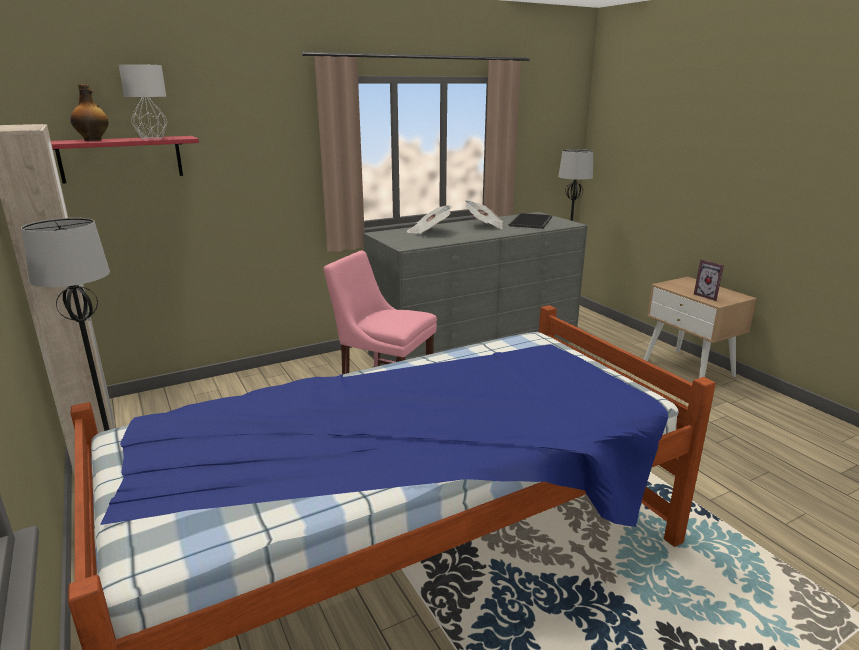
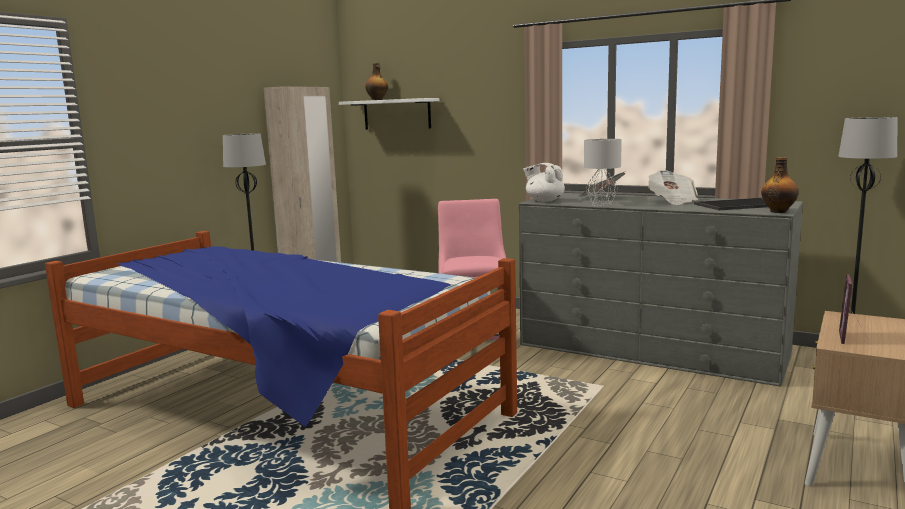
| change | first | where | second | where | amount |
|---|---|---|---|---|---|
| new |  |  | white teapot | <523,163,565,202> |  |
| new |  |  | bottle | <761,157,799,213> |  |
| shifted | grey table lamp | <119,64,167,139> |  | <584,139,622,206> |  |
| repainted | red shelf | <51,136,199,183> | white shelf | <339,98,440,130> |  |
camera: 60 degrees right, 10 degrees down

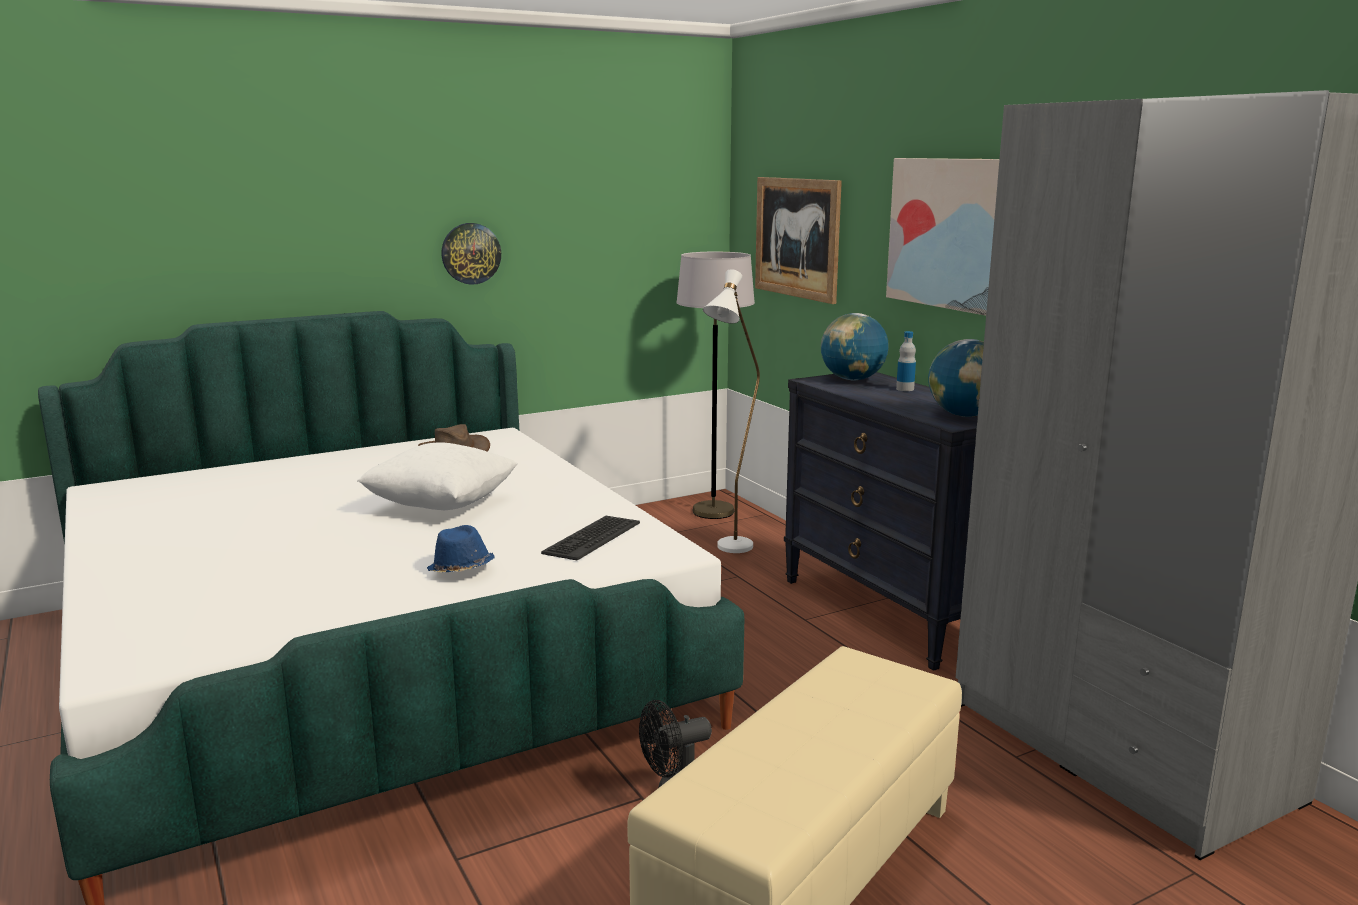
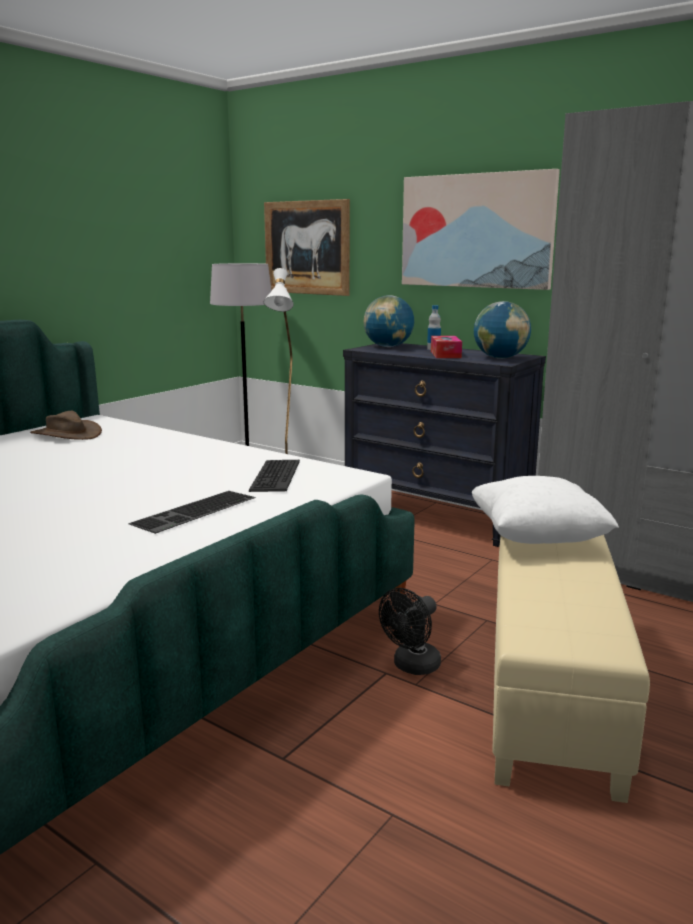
| change | first | where | second | where | amount |
|---|---|---|---|---|---|
| gone | wall clock | <441,223,501,285> |  |  |  |
| new |  |  | tissue box | <431,336,462,358> |  |
| shifted | white pillow | <357,443,517,510> |  | <472,476,619,544> |  |
| swapped | blue hat | <427,525,495,573> | keyboard | <128,491,256,534> |  |
camera: 25 degrees left, 0 degrees up

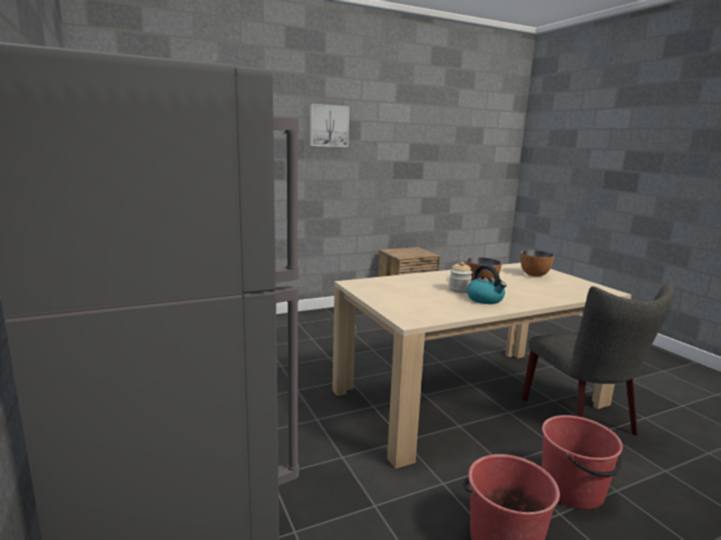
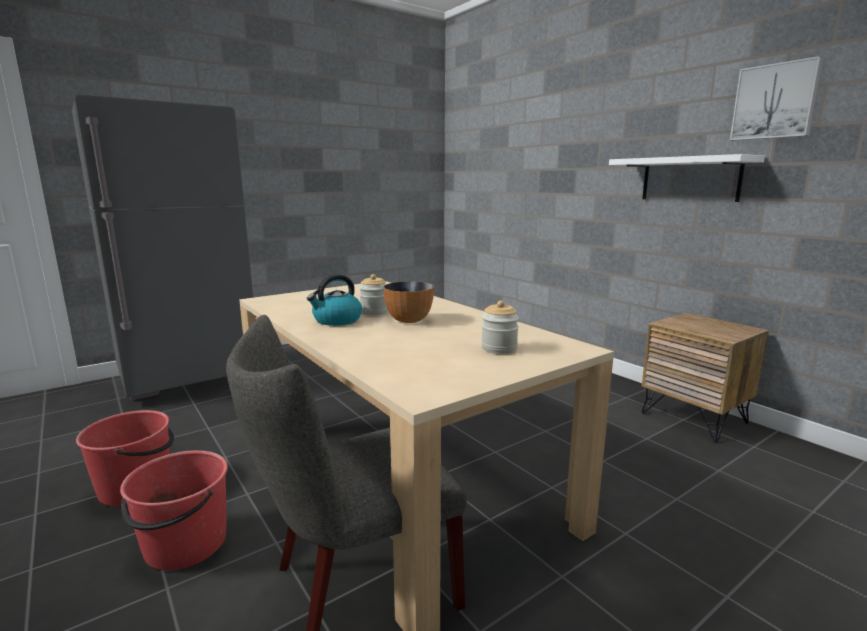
| change | first | where | second | where | amount |
|---|---|---|---|---|---|
| new |  |  | white shelf | <609,154,765,202> |  |
| shifted | picture | <310,104,349,147> |  | <730,56,824,141> |  |
| swapped | bowl | <521,250,554,277> | jar | <481,300,519,354> |  |
camera: 80 degrees right, 0 degrees up

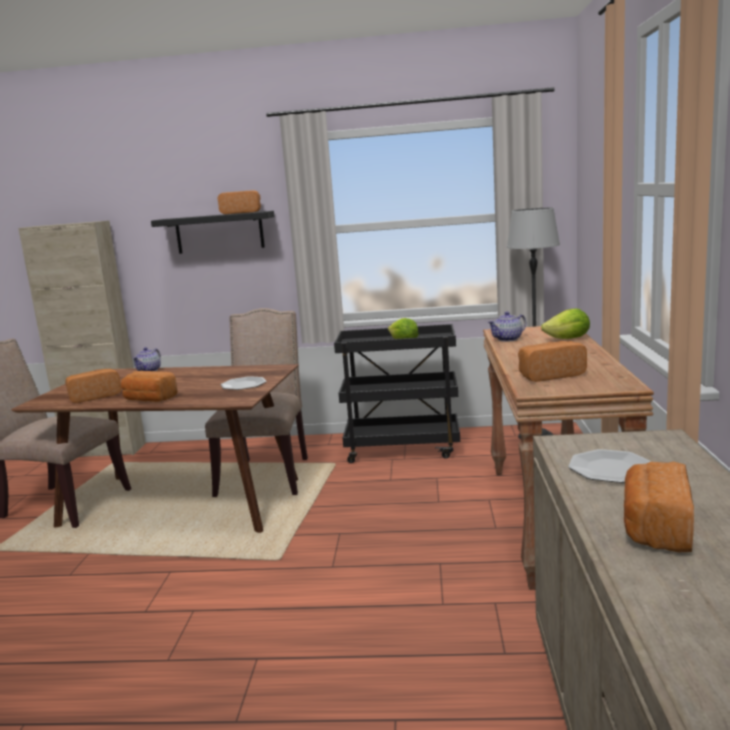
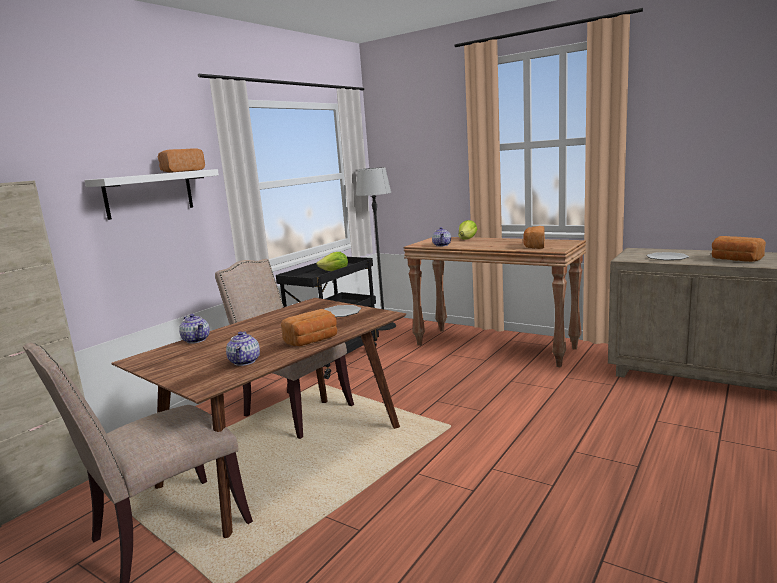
| change | first | where | second | where | amount |
|---|---|---|---|---|---|
| swapped | bread | <65,369,121,403> | teapot | <226,331,260,366> |  |
| repainted | black shelf | <151,211,274,254> | white shelf | <84,169,219,220> |  |
camera: 60 degrees left, 0 degrees up

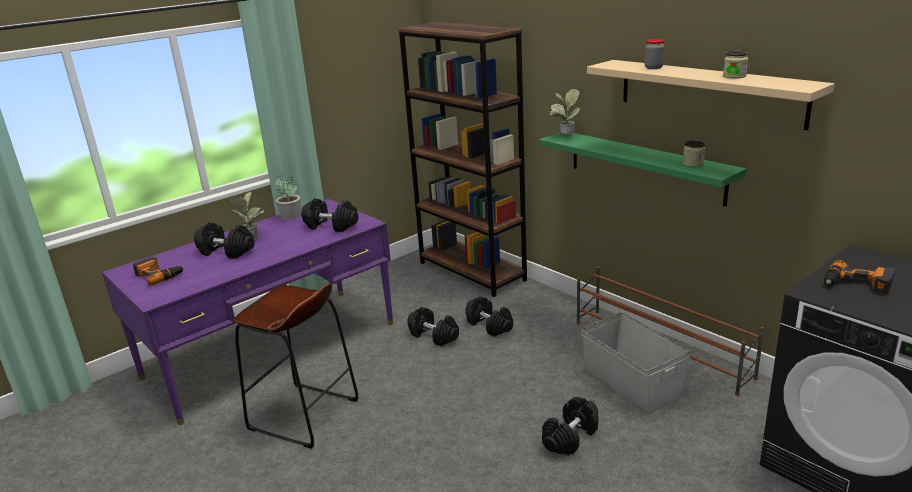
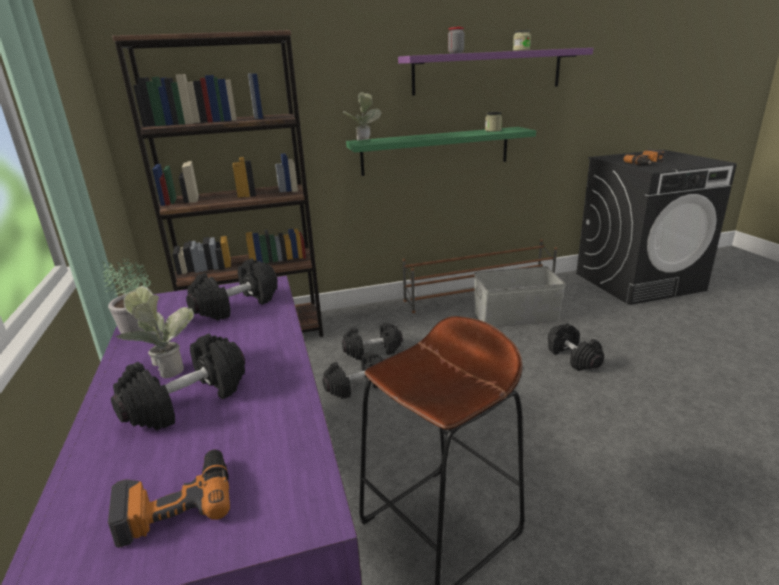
| change | first | where | second | where | amount |
|---|---|---|---|---|---|
| repainted | beige shelf | <587,60,835,130> | purple shelf | <398,48,593,96> |  |
camera: 65 degrees left, 0 degrees up

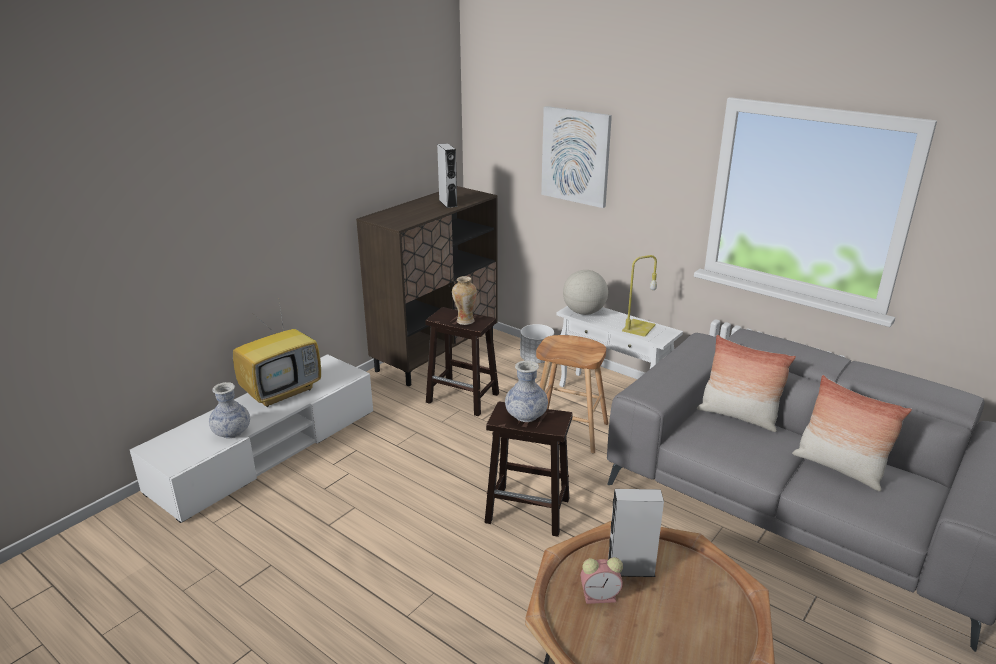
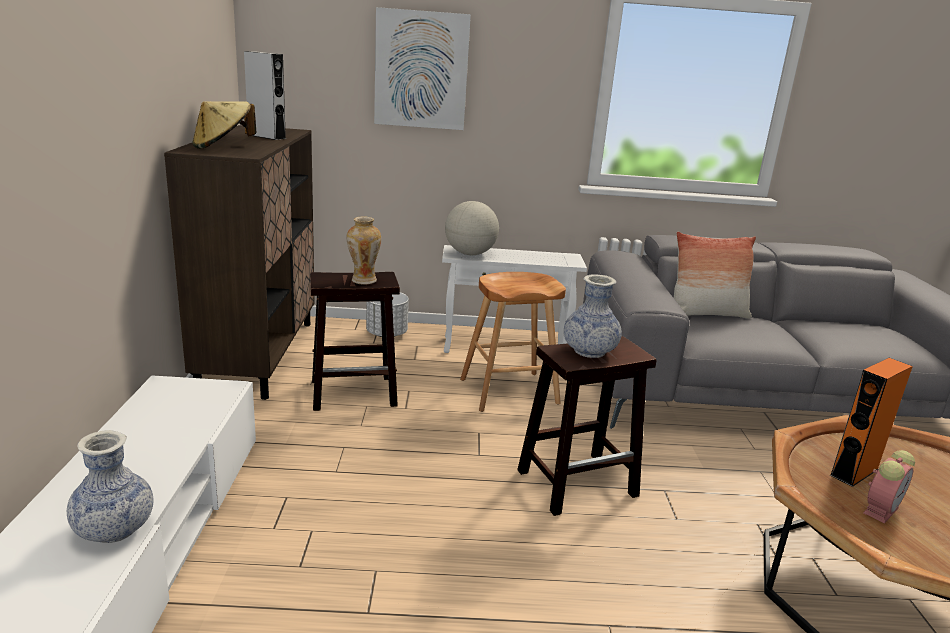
| change | first | where | second | where | amount |
|---|---|---|---|---|---|
| gone | television | <233,295,321,407> |  |  |  |
| gone | yellow table lamp | <622,255,657,337> |  |  |  |
| gone | pillow | <792,375,912,491> |  |  |  |
| new |  |  | beige hat | <192,101,256,149> |  |
| repainted | grey speaker | <608,489,664,577> | orange speaker | <830,358,913,487> |  |
camera: 40 degrees left, 5 degrees down

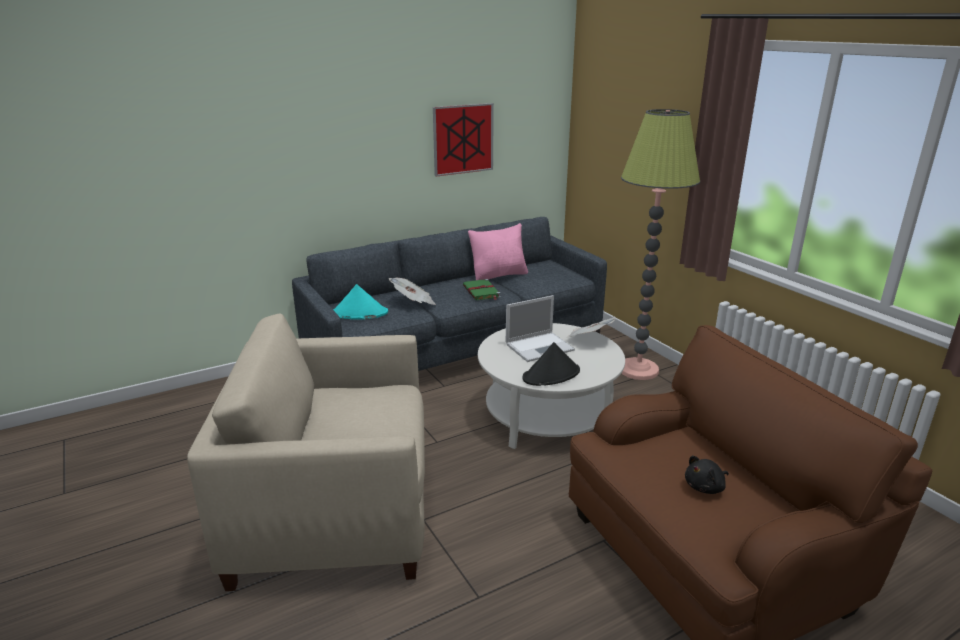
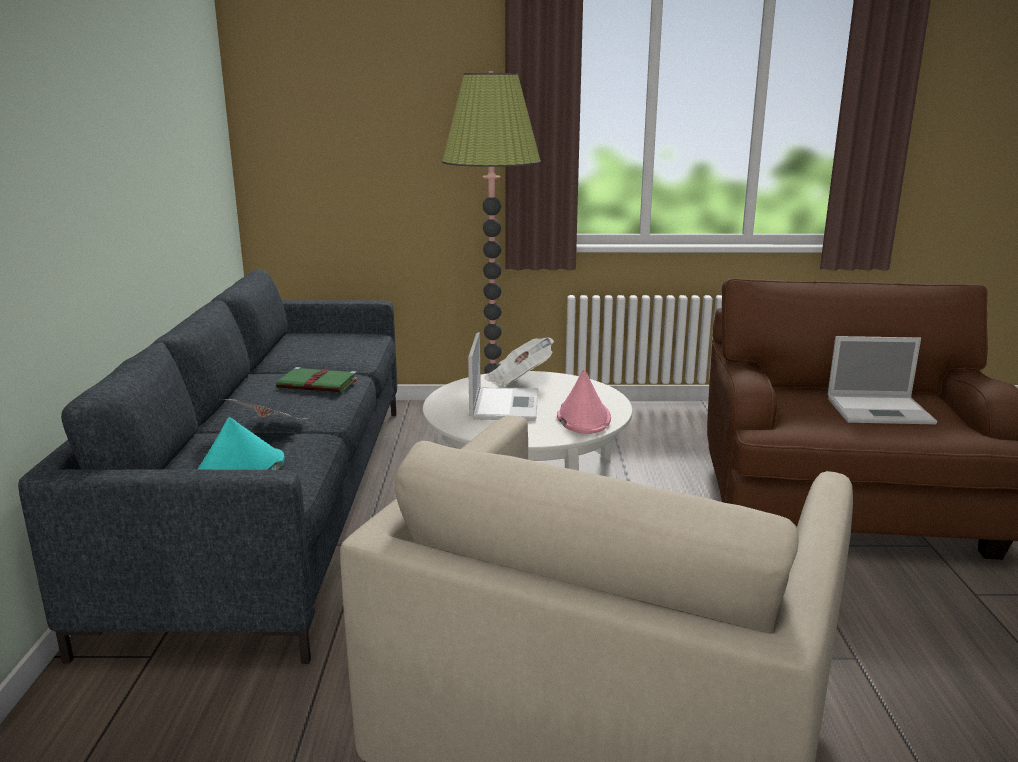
| change | first | where | second | where | amount |
|---|---|---|---|---|---|
| gone | picture | <433,103,494,177> |  |  |  |
| gone | pink pillow | <468,223,528,280> |  |  |  |
| swapped | black plush toy | <685,456,729,494> | laptop | <827,336,937,424> |  |
| repainted | black hat | <523,342,580,386> | pink hat | <557,369,611,434> |  |
camera: 60 degrees left, 5 degrees down

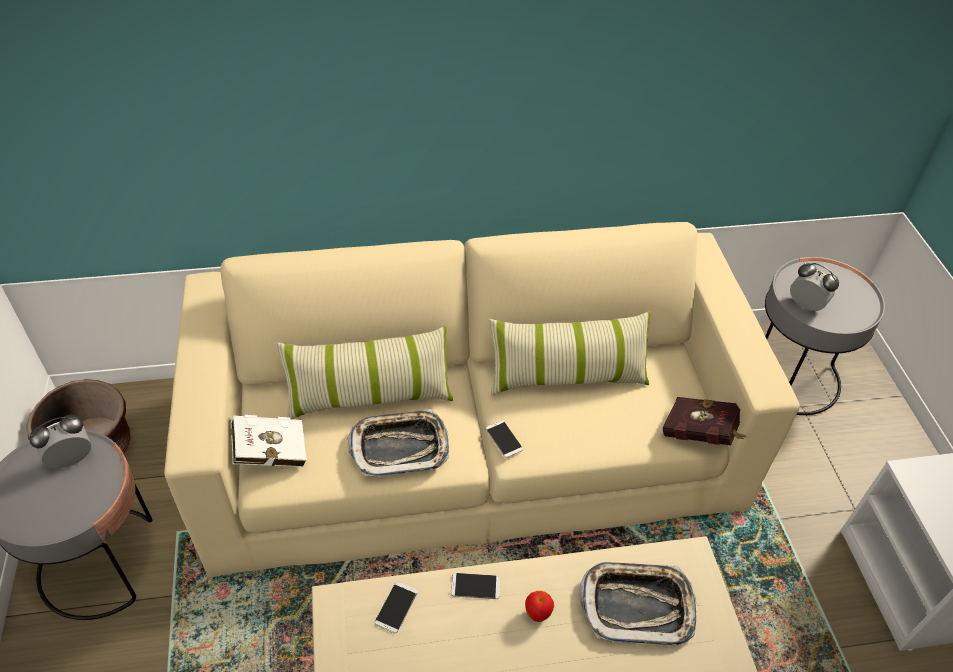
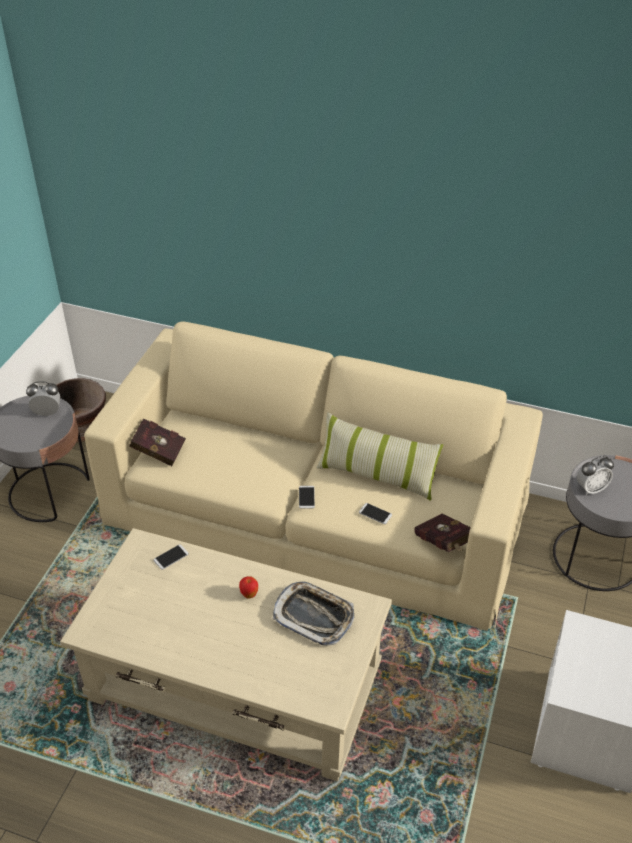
| change | first | where | second | where | amount |
|---|---|---|---|---|---|
| gone | pillow | <276,326,453,419> |  |  |  |
| gone | tray | <348,409,449,477> |  |  |  |
| shifted | phone | <451,573,500,599> |  | <359,503,392,524> |  |
| repainted | white book | <230,415,307,467> | red book | <129,418,186,466> |  |
| rotated | alarm clock | <790,263,839,311> |  | <577,456,614,495> | 90 degrees clockwise |
camera: 30 degrees right, 5 degrees down

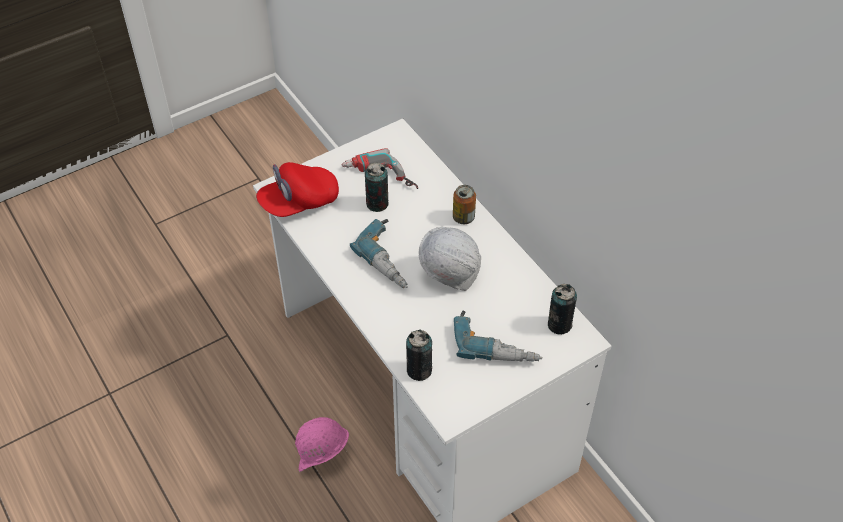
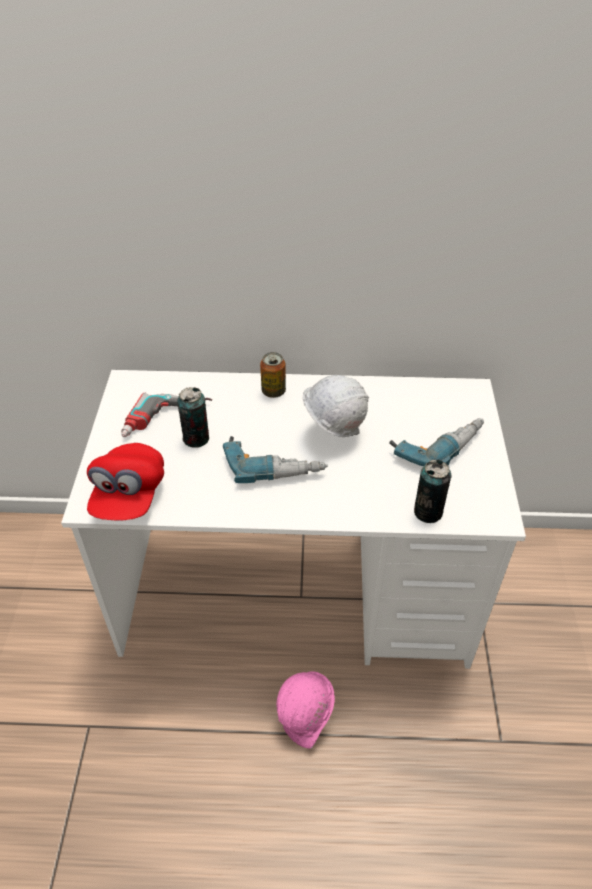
| change | first | where | second | where | amount |
|---|---|---|---|---|---|
| gone | can | <548,284,577,335> |  |  |  |
camera: 55 degrees left, 5 degrees down

